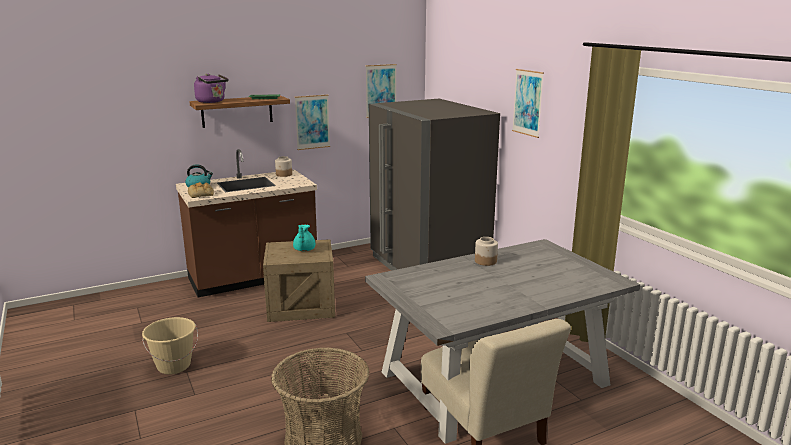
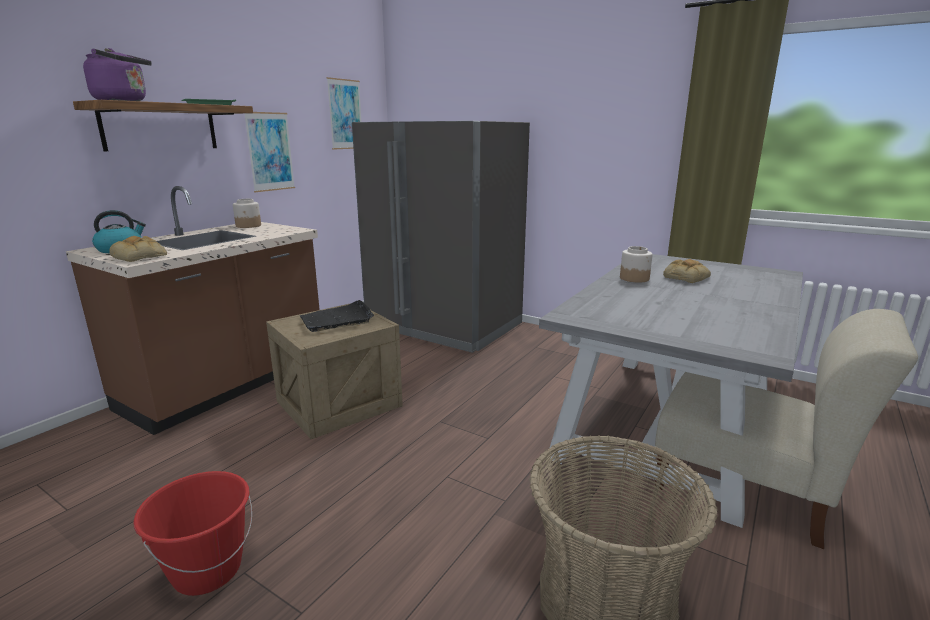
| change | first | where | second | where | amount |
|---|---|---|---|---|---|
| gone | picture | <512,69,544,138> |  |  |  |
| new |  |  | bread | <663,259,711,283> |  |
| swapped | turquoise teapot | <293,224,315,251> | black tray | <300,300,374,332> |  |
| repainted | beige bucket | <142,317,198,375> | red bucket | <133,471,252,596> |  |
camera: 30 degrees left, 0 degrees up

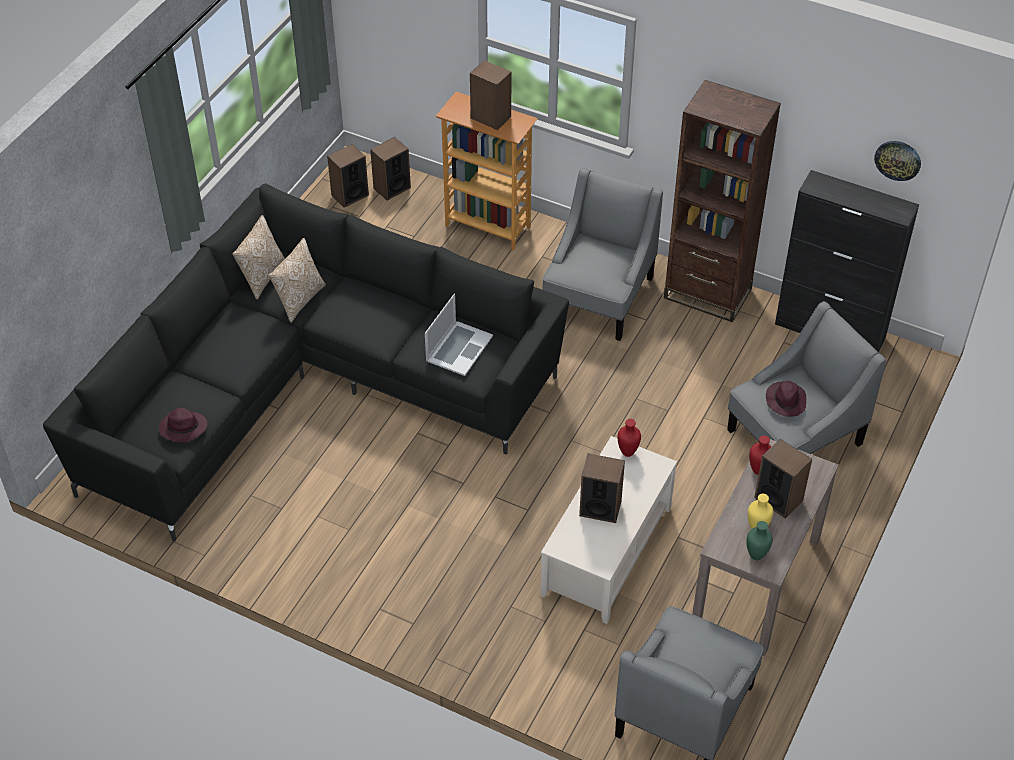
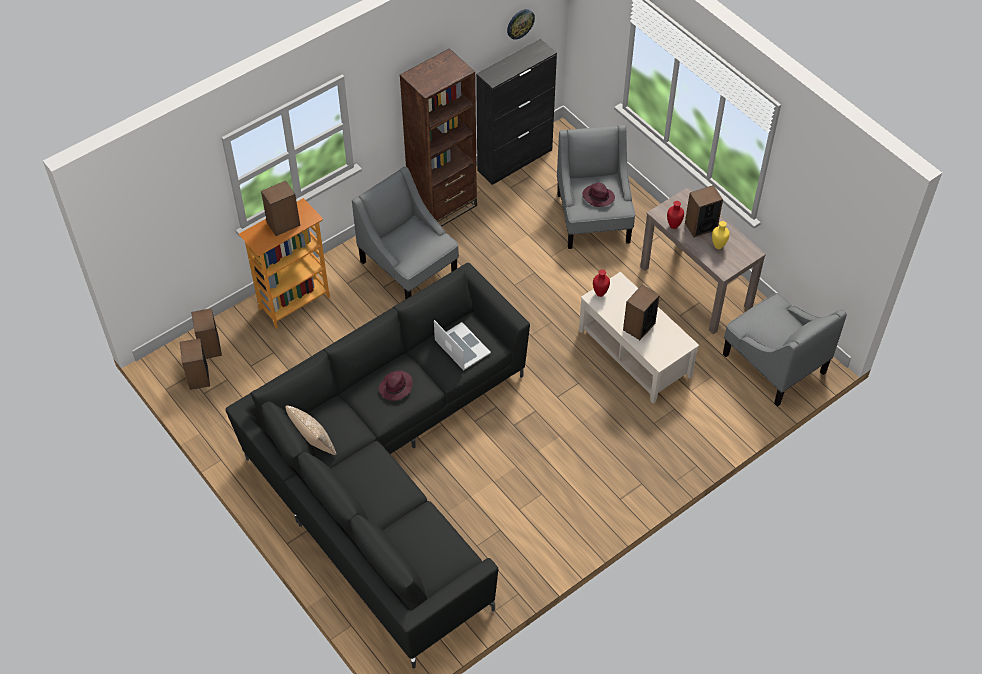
| change | first | where | second | where | amount |
|---|---|---|---|---|---|
| gone | pillow | <268,238,326,323> |  |  |  |
| gone | green vase | <746,521,773,560> |  |  |  |
| shifted | purple hat | <159,408,207,443> |  | <378,371,413,401> |  |
camera: 65 degrees left, 5 degrees up

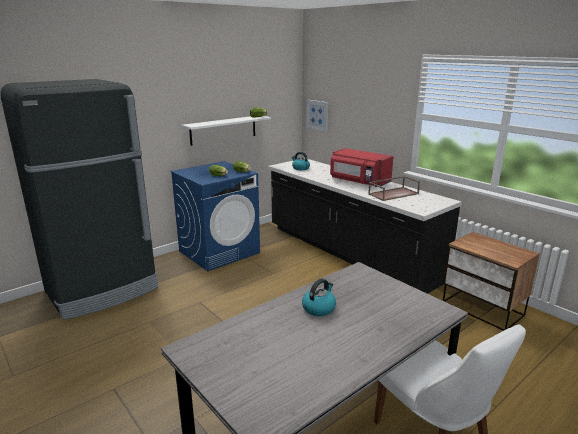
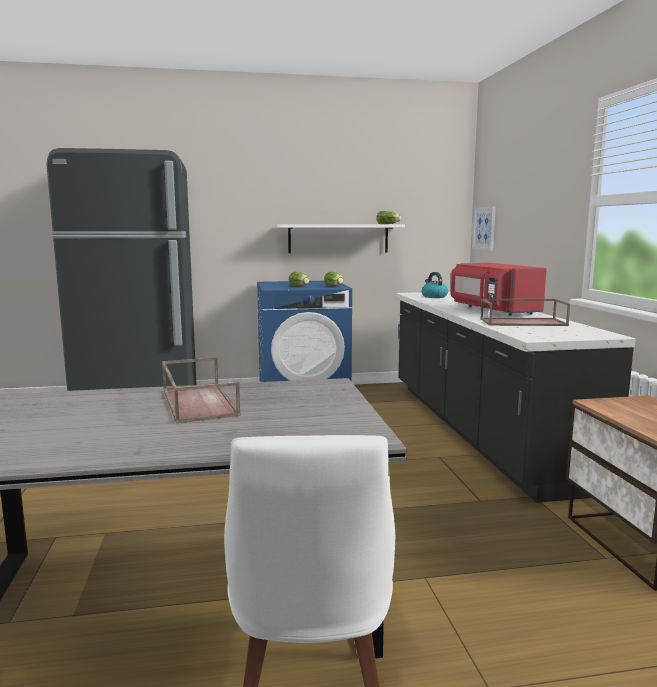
| change | first | where | second | where | amount |
|---|---|---|---|---|---|
| swapped | kettle | <302,278,336,316> | brown tray | <162,357,241,423> |  |
camera: 30 degrees right, 10 degrees down

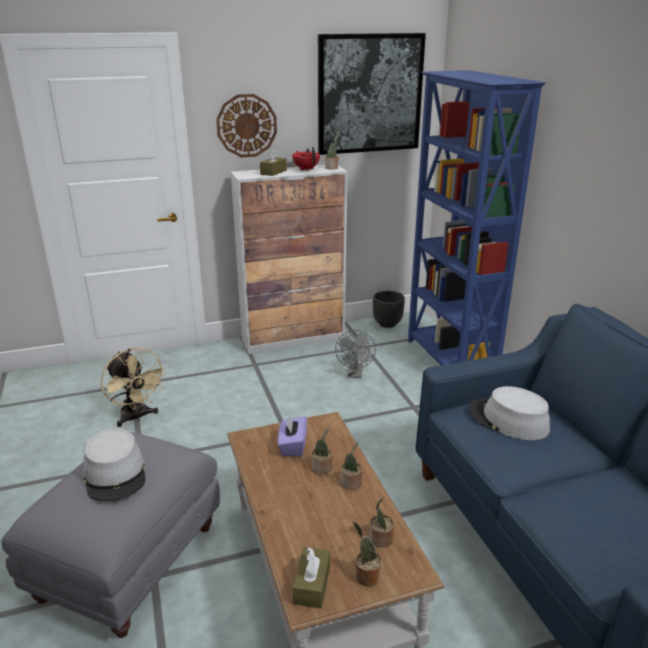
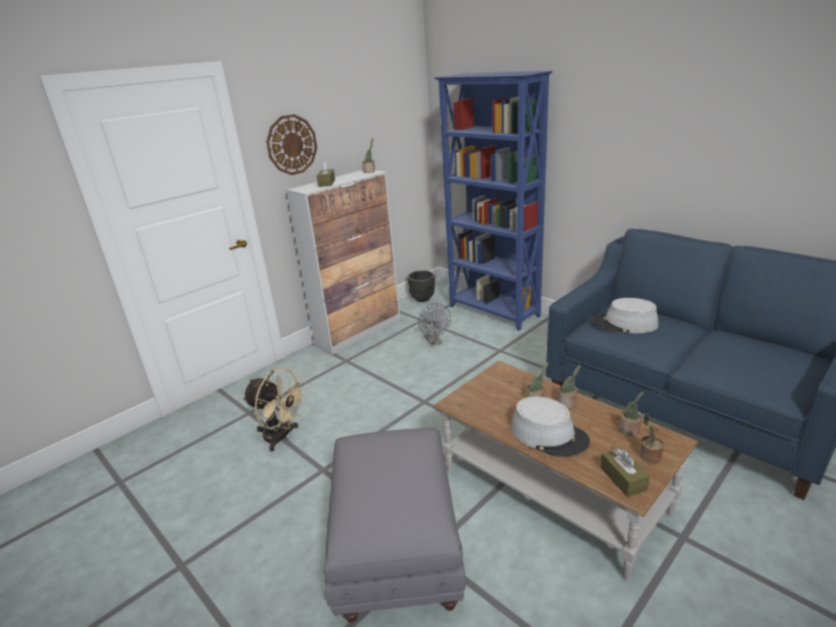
| change | first | where | second | where | amount |
|---|---|---|---|---|---|
| gone | purple tissue box | <278,414,307,456> |  |  |  |
| gone | red teapot | <292,147,320,171> |  |  |  |
| gone | picture | <318,33,426,155> |  |  |  |
| shifted | grey hat | <83,428,146,501> |  | <511,397,590,457> |  |
camera: 25 degrees left, 0 degrees up

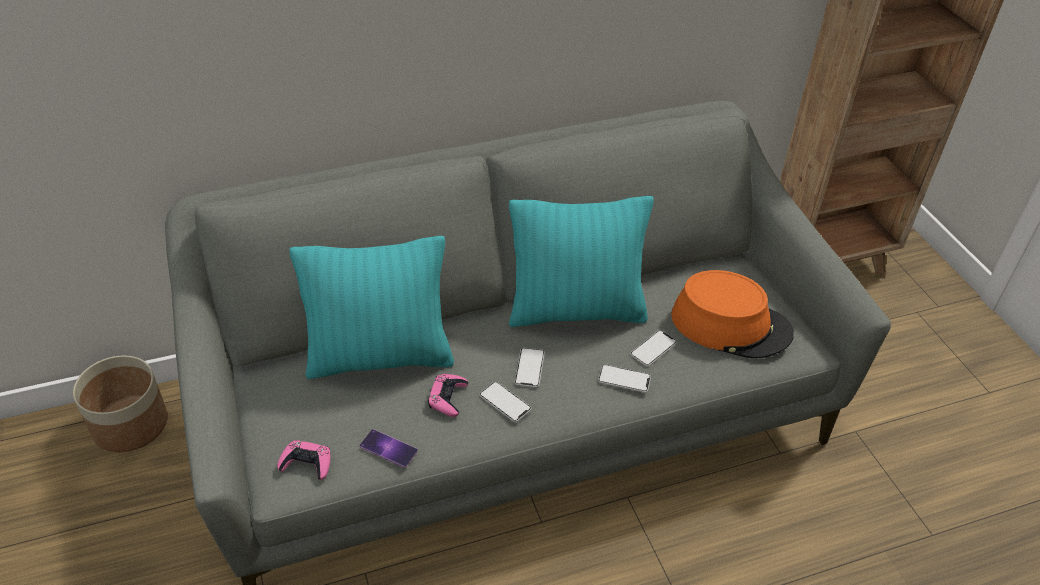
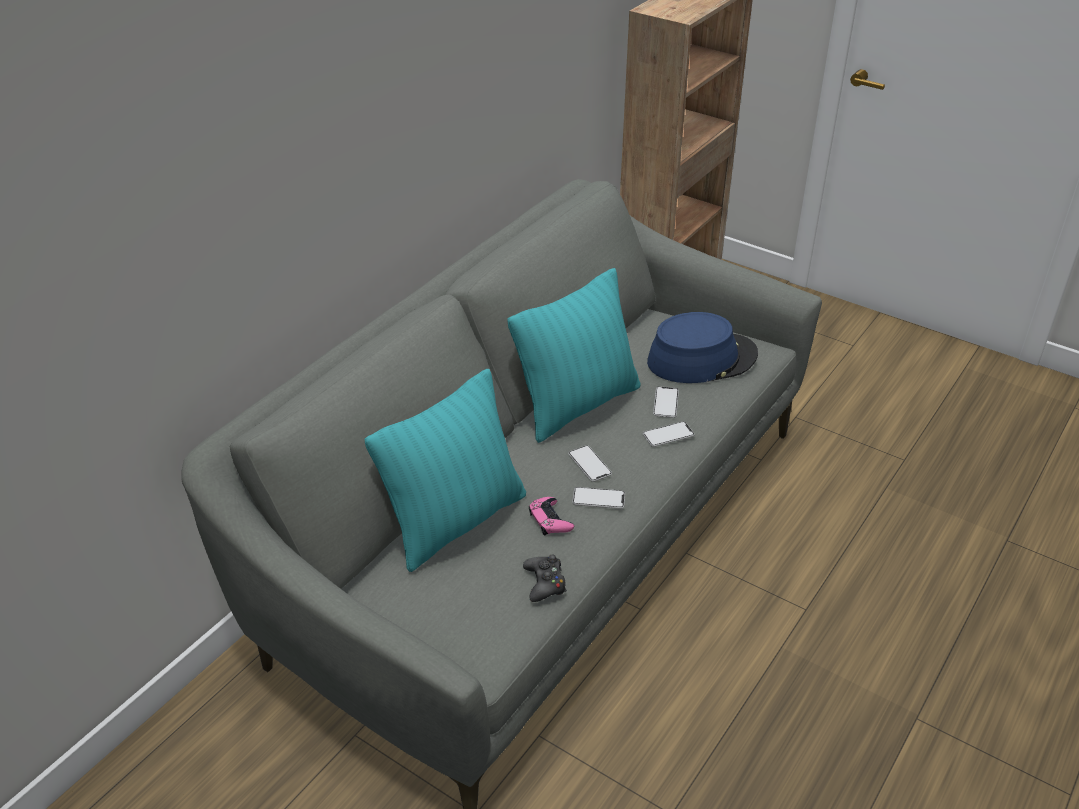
| change | first | where | second | where | amount |
|---|---|---|---|---|---|
| gone | planter | <73,356,168,452> |  |  |  |
| gone | pink game controller | <277,440,331,480> |  |  |  |
| swapped | phone | <359,429,418,468> | black game controller | <523,554,567,602> |  |
| repainted | orange hat | <671,270,794,359> | blue hat | <647,312,758,383> |  |
camera: 35 degrees left, 5 degrees down

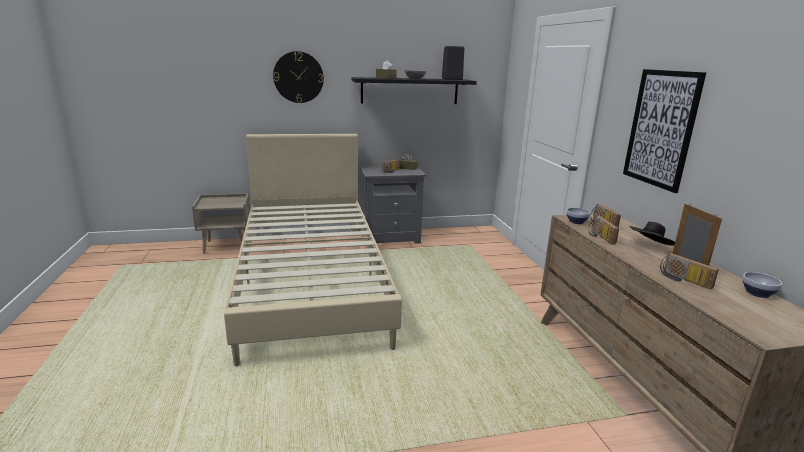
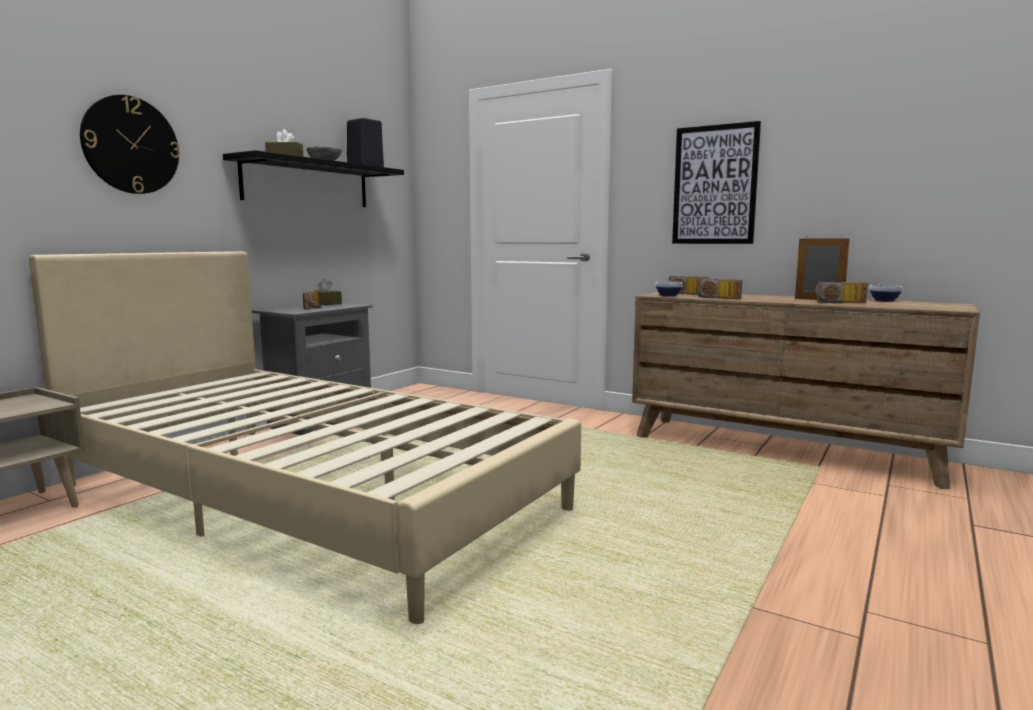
| change | first | where | second | where | amount |
|---|---|---|---|---|---|
| gone | black hat | <629,221,675,246> |  |  |  |
camera: 45 degrees left, 10 degrees down

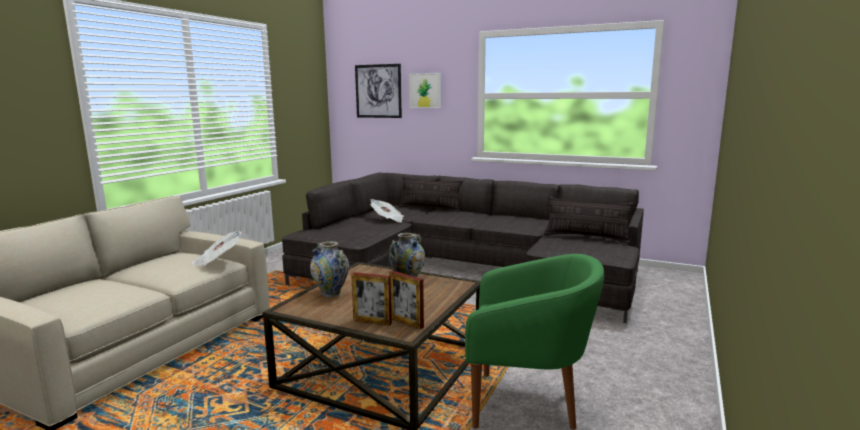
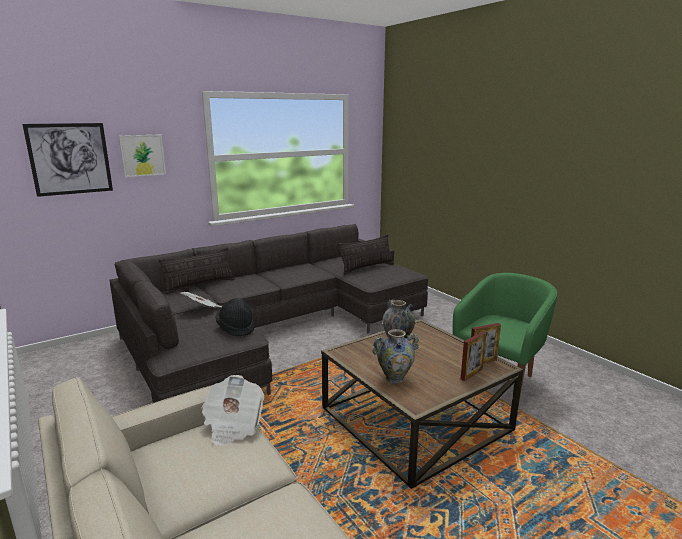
| change | first | where | second | where | amount |
|---|---|---|---|---|---|
| new |  |  | black hat | <216,298,254,336> |  |
camera: 60 degrees left, 5 degrees up

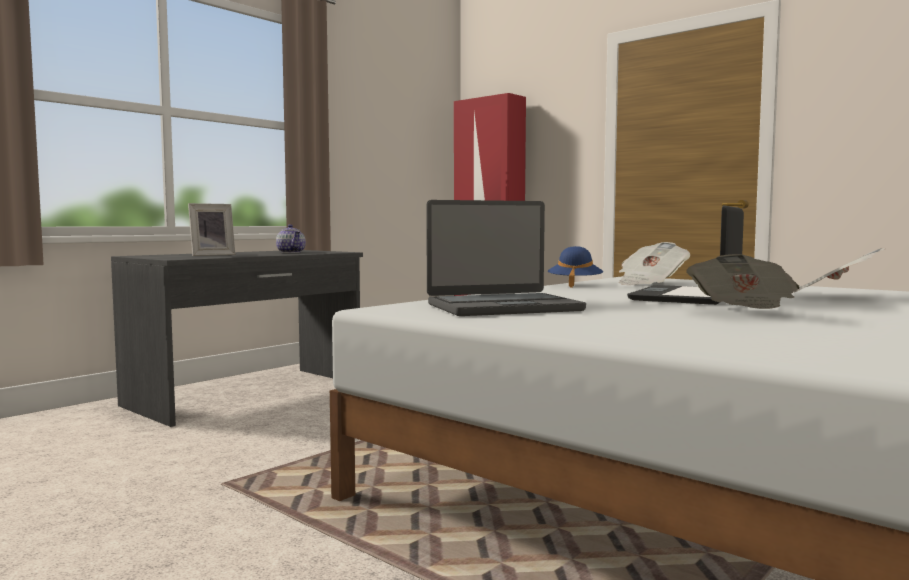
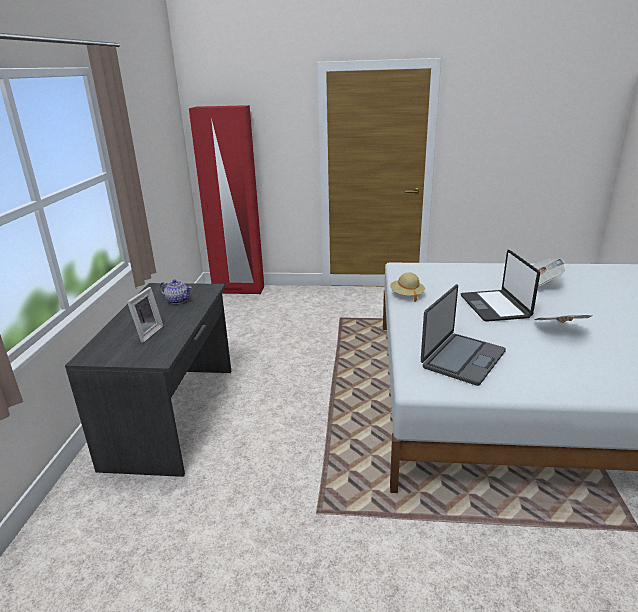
| change | first | where | second | where | amount |
|---|---|---|---|---|---|
| gone | newspaper | <619,242,690,285> |  |  |  |
| repainted | blue hat | <548,246,603,288> | beige hat | <390,272,425,302> |  |
camera: 35 degrees left, 20 degrees up

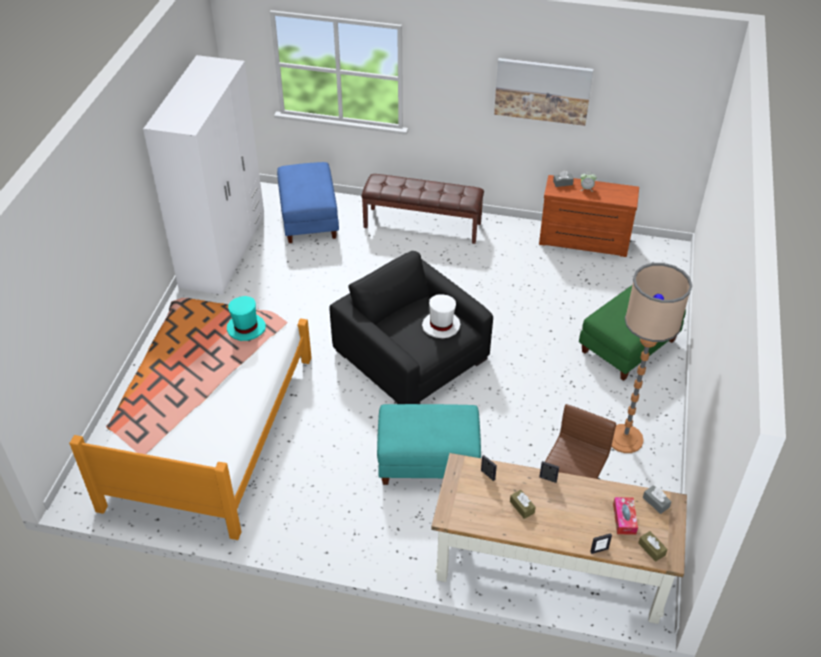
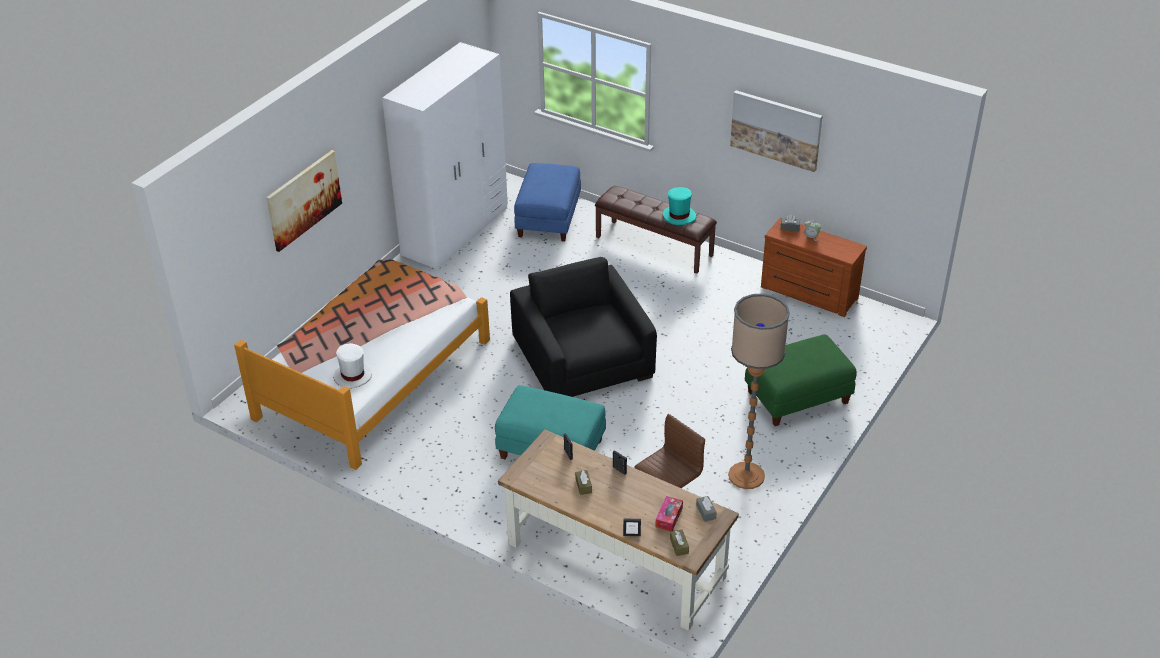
| change | first | where | second | where | amount |
|---|---|---|---|---|---|
| new |  |  | picture | <266,150,342,252> |  |
| shifted | turquoise hat | <227,296,266,341> |  | <663,187,696,225> |  |
| shifted | white hat | <422,294,460,338> |  | <333,343,372,388> |  |
camera: 20 degrees right, 5 degrees down

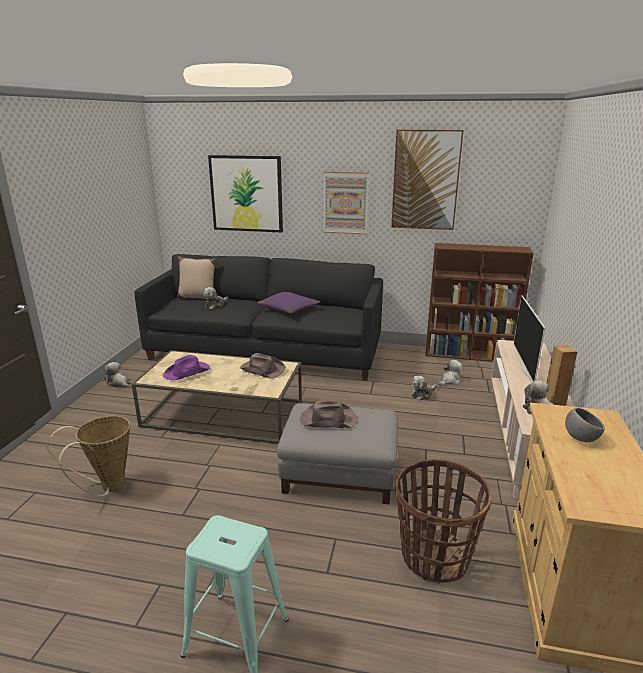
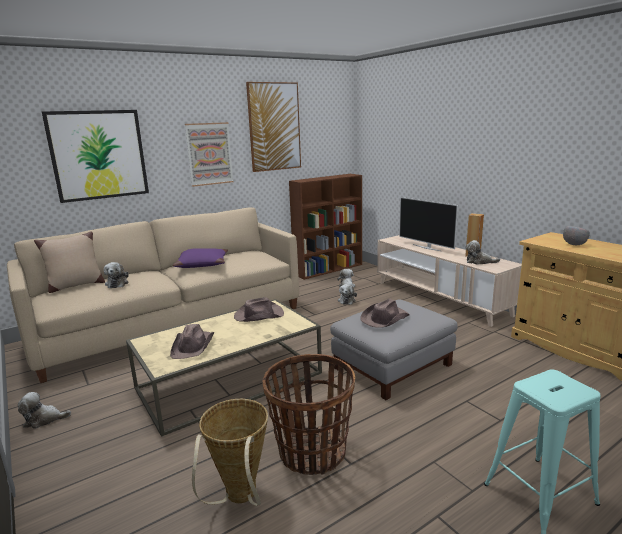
| change | first | where | second | where | amount |
|---|---|---|---|---|---|
| shifted | basket | <395,459,491,584> |  | <262,354,355,475> |  |
| repainted | black sofa | <134,254,383,381> | beige sofa | <7,207,299,383> |  |
| repainted | purple hat | <163,355,211,381> | brown hat | <170,324,215,359> |  |
camera: 45 degrees left, 5 degrees down

